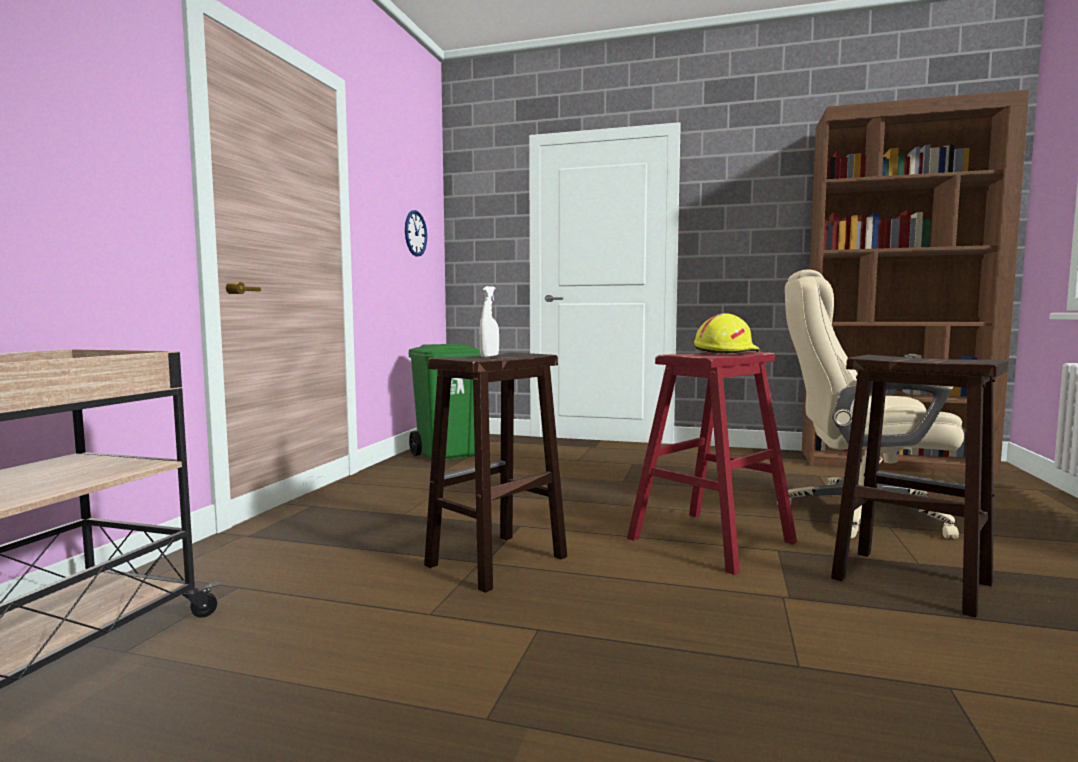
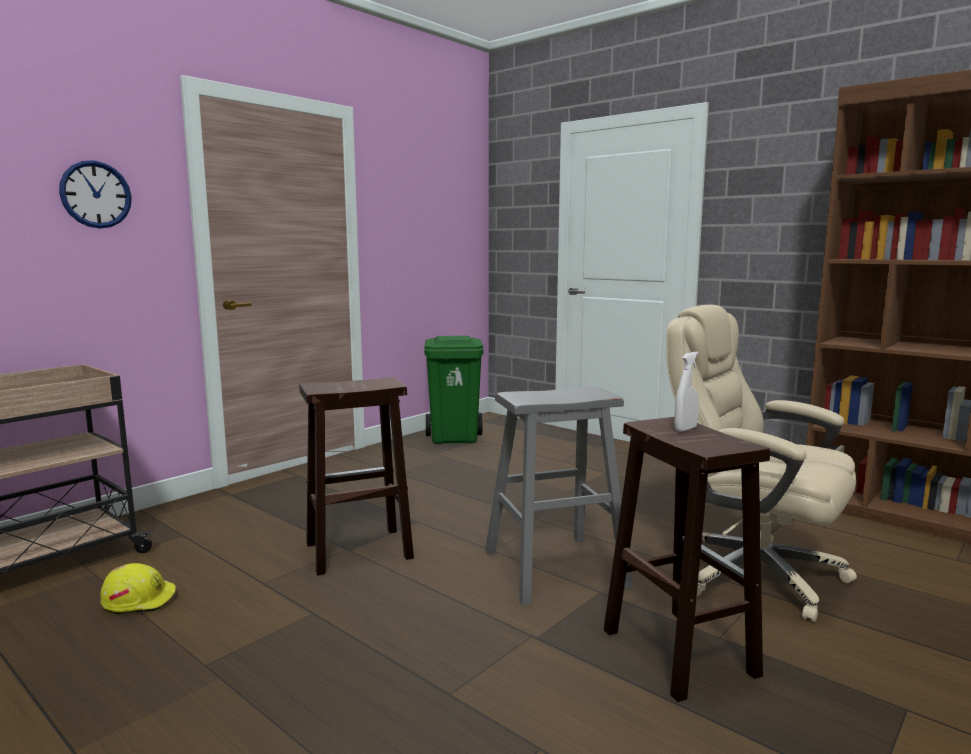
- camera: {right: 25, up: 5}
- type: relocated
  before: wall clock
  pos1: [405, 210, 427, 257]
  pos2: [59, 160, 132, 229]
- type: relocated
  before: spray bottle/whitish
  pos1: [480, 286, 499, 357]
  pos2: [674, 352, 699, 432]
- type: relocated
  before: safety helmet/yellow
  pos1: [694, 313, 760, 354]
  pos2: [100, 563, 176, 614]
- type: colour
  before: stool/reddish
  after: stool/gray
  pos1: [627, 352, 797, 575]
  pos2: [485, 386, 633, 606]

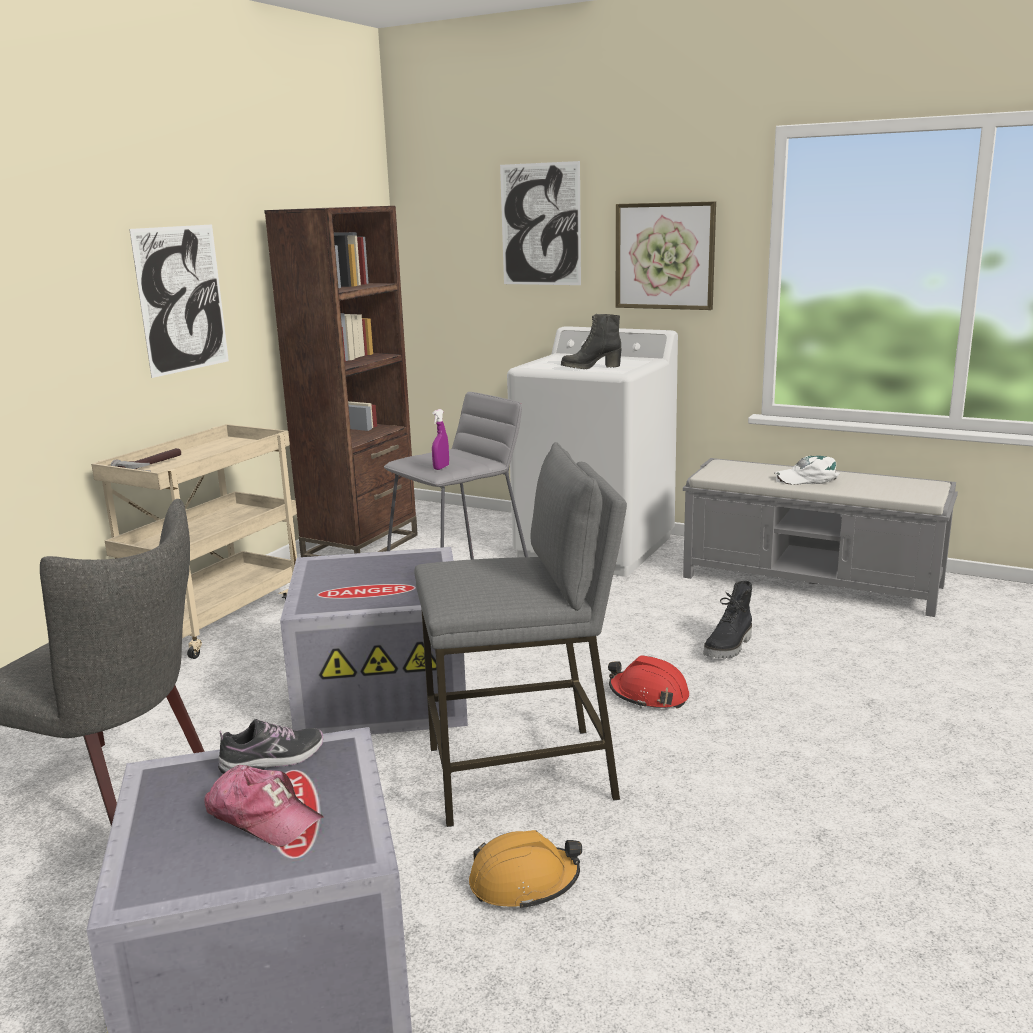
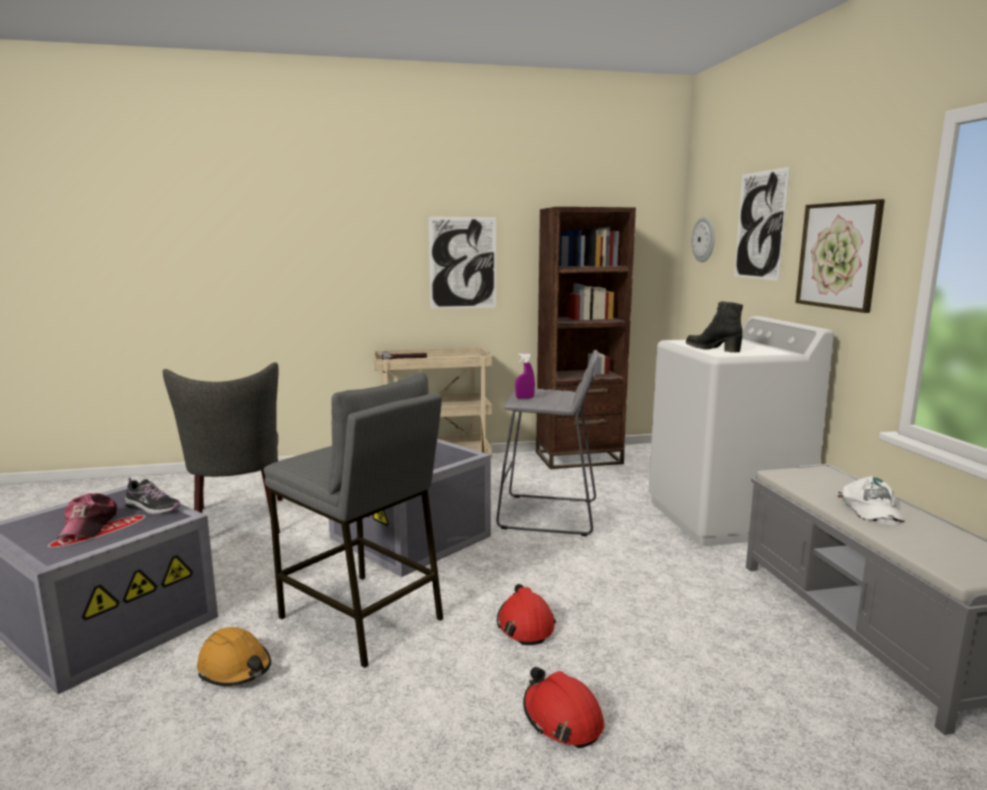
- camera: {right: 50, up: -5}
- type: spun
  before: baseball cap/whitish
  pos1: [775, 456, 840, 485]
  pos2: [836, 476, 905, 525]
  turn: -135
- type: missing
  before: boot/blackish
  pos1: [703, 581, 752, 659]
- type: appeared
  after: wall clock
  pos2: [692, 217, 715, 262]
- type: appeared
  after: safety helmet/reddish
  pos2: [523, 667, 604, 748]

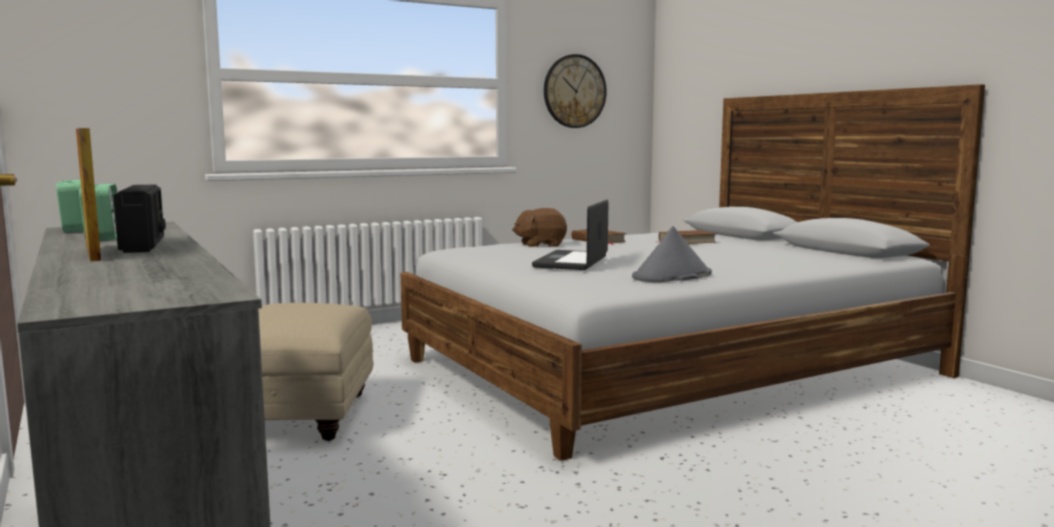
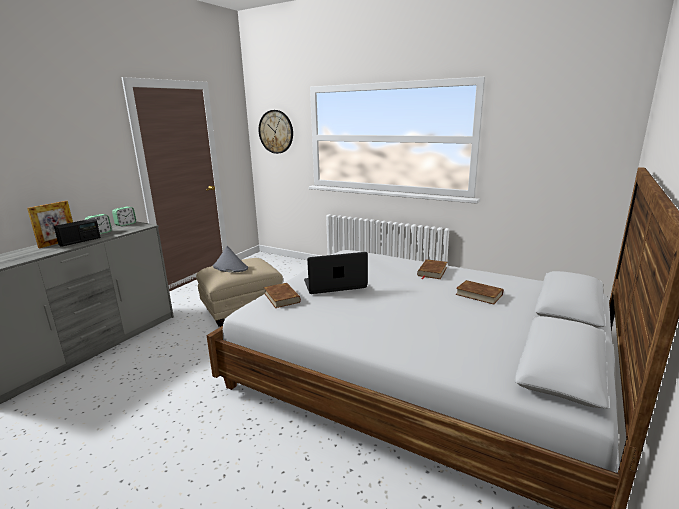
- camera: {right: 60, up: 10}
- type: relocated
  before: wall clock
  pos1: [544, 54, 607, 128]
  pos2: [259, 110, 293, 154]
- type: missing
  before: cuddly toy/brownish
  pos1: [512, 208, 567, 247]
- type: relocated
  before: wearable hat/gray
  pos1: [632, 226, 712, 282]
  pos2: [213, 246, 248, 273]
- type: appeared
  after: book/brownish
  pos2: [264, 283, 301, 308]

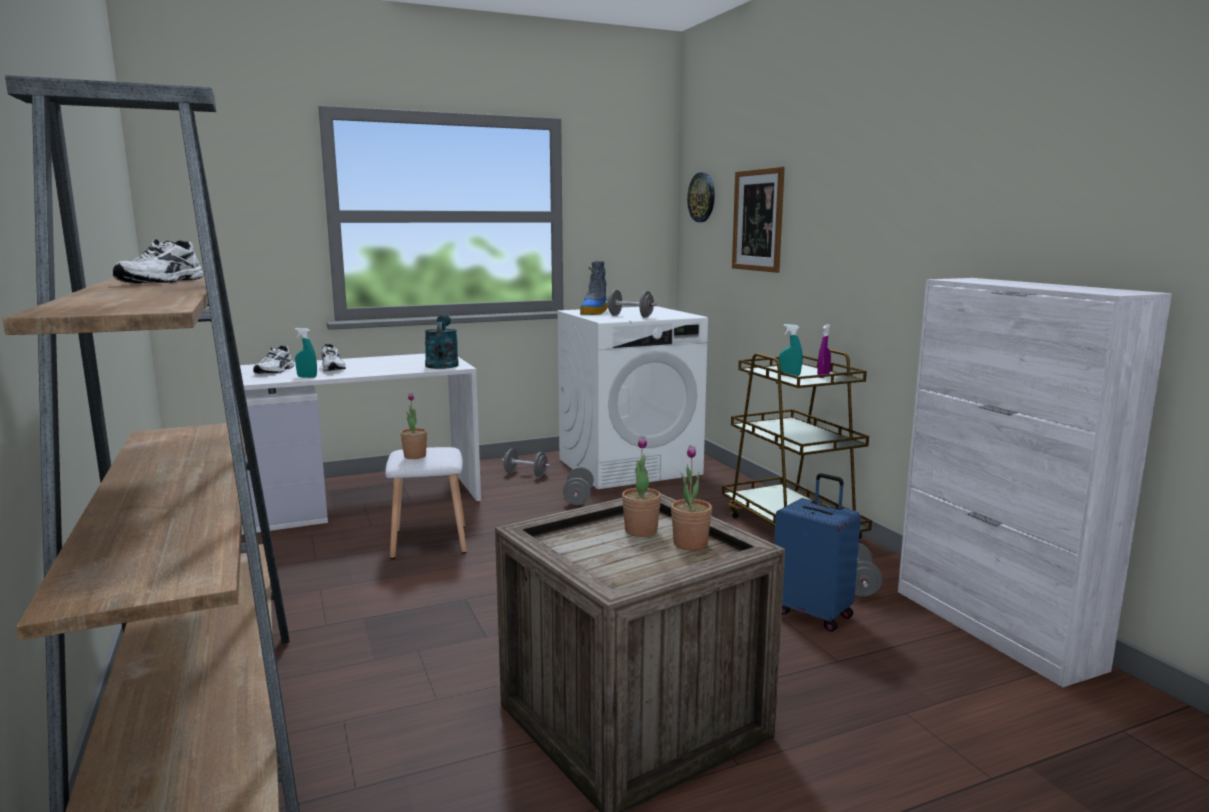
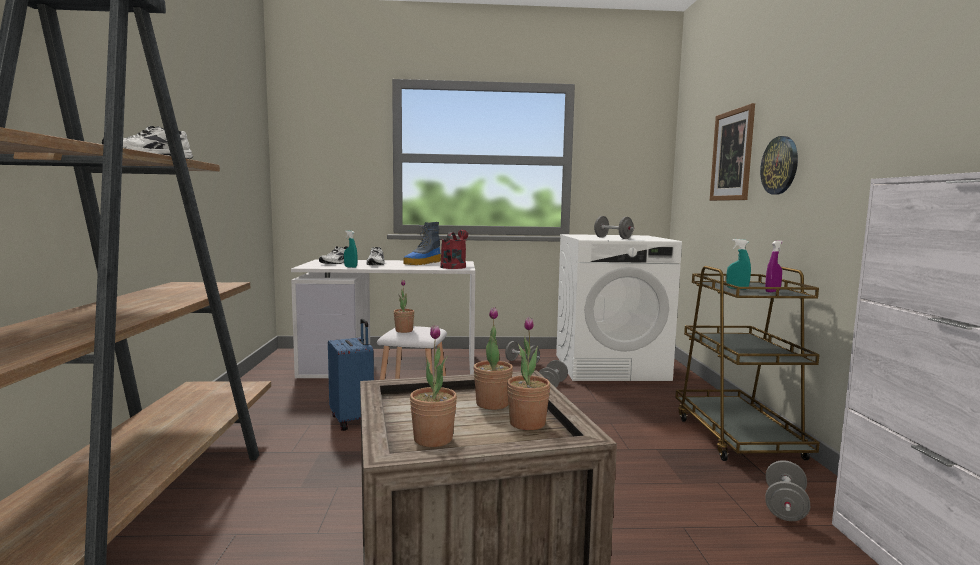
- camera: {right: 20, up: -5}
- type: relocated
  before: wall clock
  pos1: [687, 172, 715, 222]
  pos2: [760, 136, 798, 194]
- type: relocated
  before: boot
  pos1: [580, 261, 608, 315]
  pos2: [403, 222, 441, 265]
- type: colour
  before: sprinkling can/turquoise
  after: sprinkling can/reddish
  pos1: [425, 314, 459, 369]
  pos2: [440, 230, 468, 269]
- type: relocated
  before: piece of luggage/bluish
  pos1: [774, 473, 861, 632]
  pos2: [328, 319, 374, 431]
- type: appeared
  after: houseplant
  pos2: [410, 325, 457, 447]

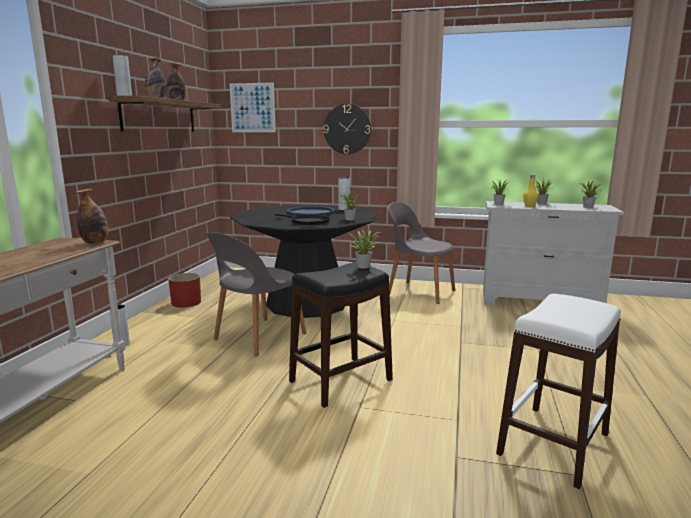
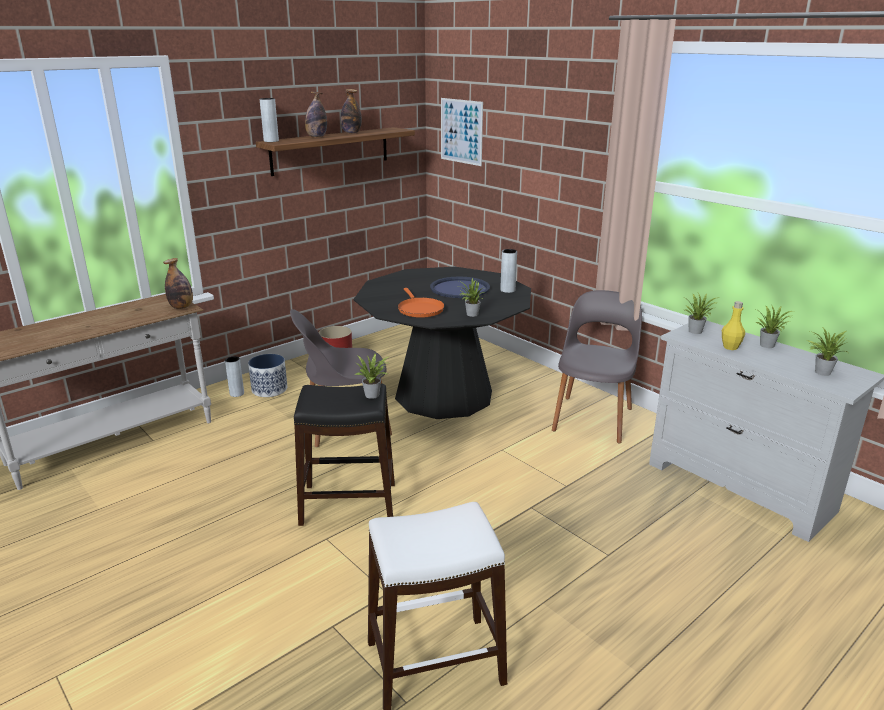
- camera: {right: 35, up: 10}
- type: missing
  before: wall clock
  pos1: [323, 104, 371, 154]
- type: spun
  before: chair/gray
  pos1: [388, 202, 455, 304]
  pos2: [552, 290, 642, 444]
  turn: 45
- type: colour
  before: frying pan/blackish
  after: frying pan/orangey
  pos1: [275, 213, 330, 225]
  pos2: [398, 288, 445, 318]
- type: appeared
  after: plant pot
  pos2: [248, 354, 287, 397]

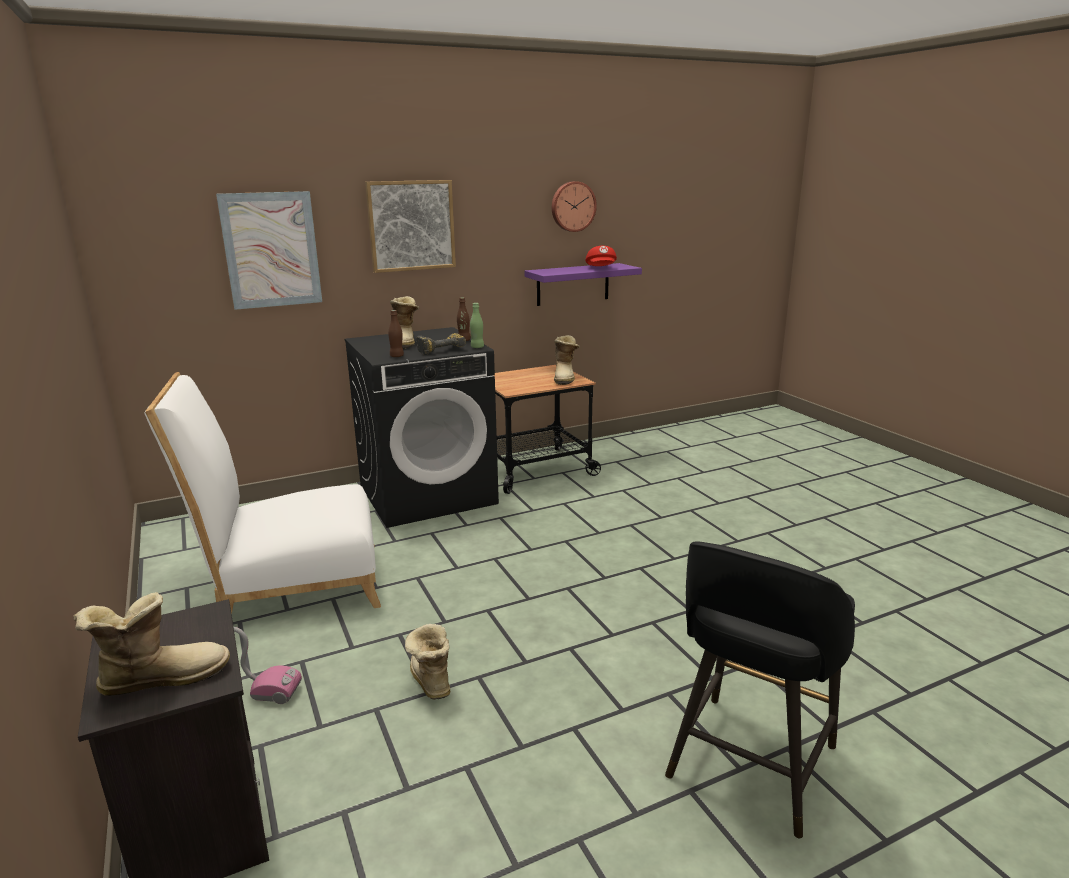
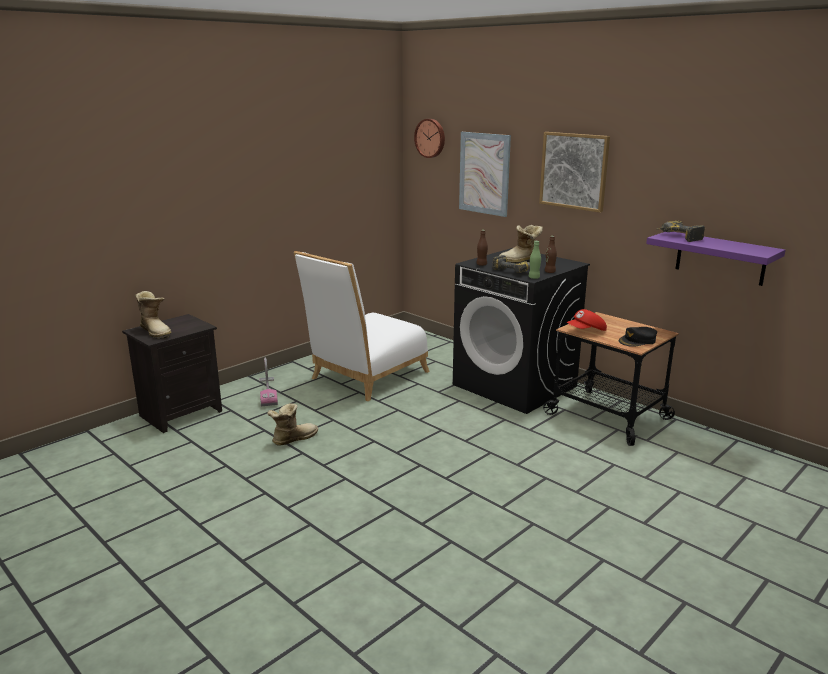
- camera: {right: 70, up: 0}
- type: relocated
  before: wall clock
  pos1: [552, 181, 597, 232]
  pos2: [414, 119, 445, 158]
- type: relocated
  before: baseball cap/reddish
  pos1: [585, 246, 617, 266]
  pos2: [567, 309, 607, 331]
- type: exchanged
  before: boot
  after: baseball cap/blackish
  pos1: [554, 335, 580, 385]
  pos2: [619, 327, 657, 347]
- type: spun
  before: chair/whitish
  pos1: [144, 372, 381, 614]
  pos2: [294, 251, 430, 401]
  turn: -105
- type: missing
  before: stool/blackish
  pos1: [665, 542, 855, 838]
- type: appeared
  after: electric drill
  pos2: [657, 221, 705, 242]

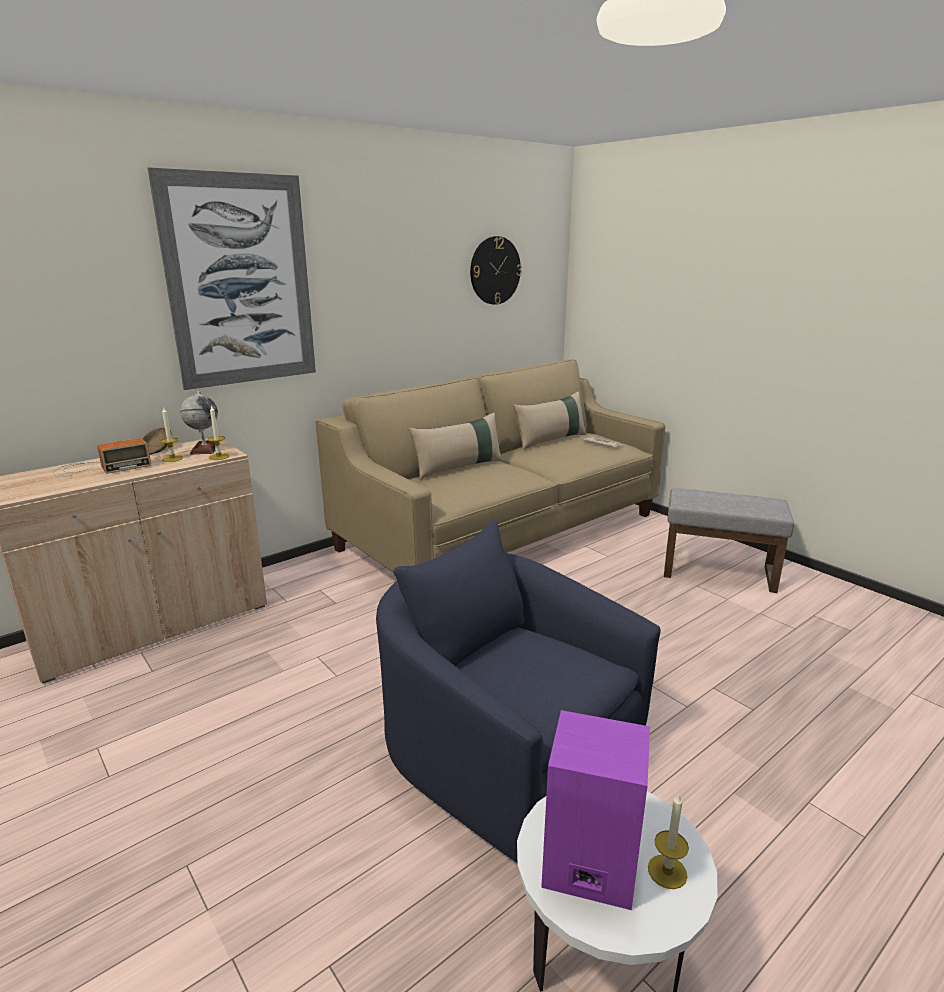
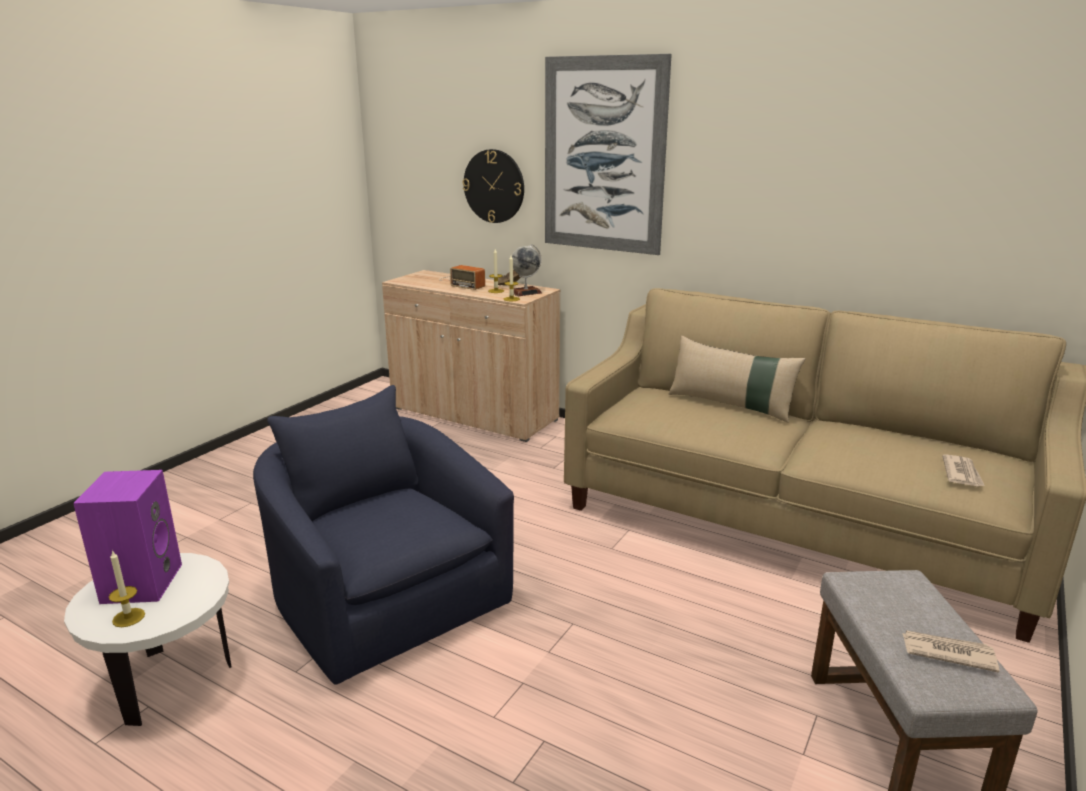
- camera: {right: 70, up: 0}
- type: relocated
  before: wall clock
  pos1: [470, 236, 522, 305]
  pos2: [462, 149, 524, 223]
- type: missing
  before: pillow/beige
  pos1: [513, 391, 586, 450]
- type: spun
  before: easy chair/bluish
  pos1: [376, 520, 661, 863]
  pos2: [253, 385, 514, 685]
  turn: -60
- type: appeared
  after: daily paper
  pos2: [902, 630, 999, 673]

